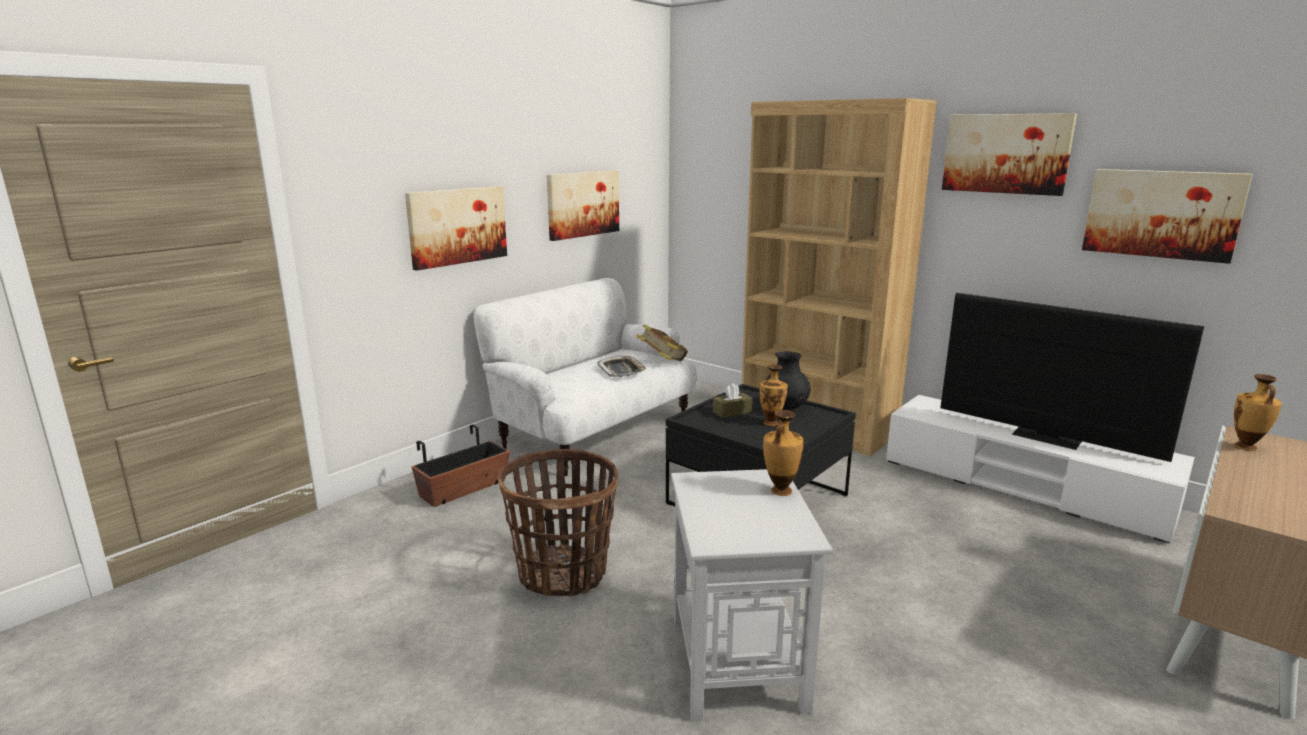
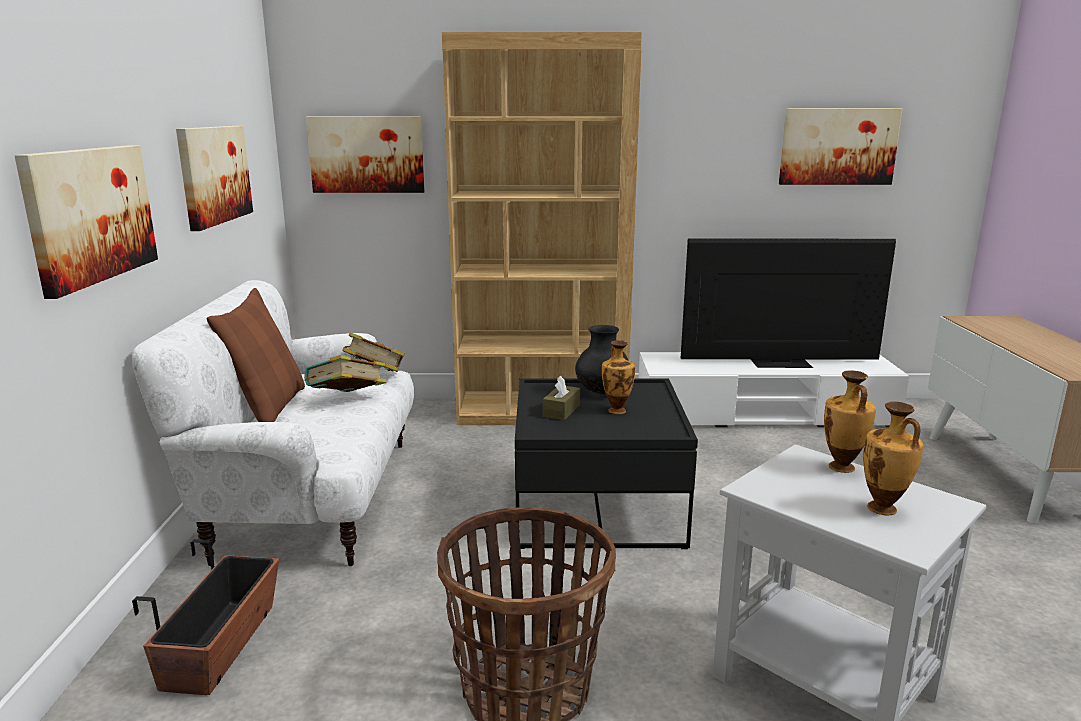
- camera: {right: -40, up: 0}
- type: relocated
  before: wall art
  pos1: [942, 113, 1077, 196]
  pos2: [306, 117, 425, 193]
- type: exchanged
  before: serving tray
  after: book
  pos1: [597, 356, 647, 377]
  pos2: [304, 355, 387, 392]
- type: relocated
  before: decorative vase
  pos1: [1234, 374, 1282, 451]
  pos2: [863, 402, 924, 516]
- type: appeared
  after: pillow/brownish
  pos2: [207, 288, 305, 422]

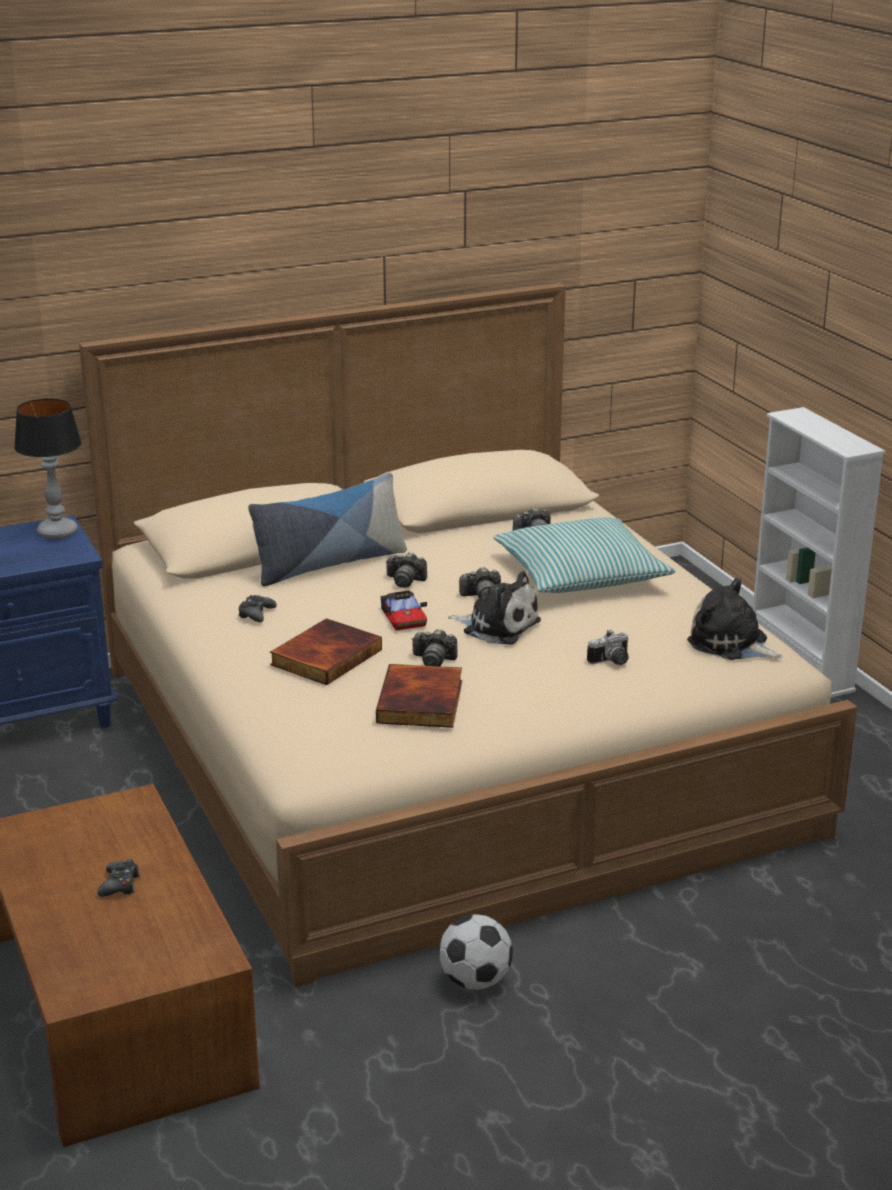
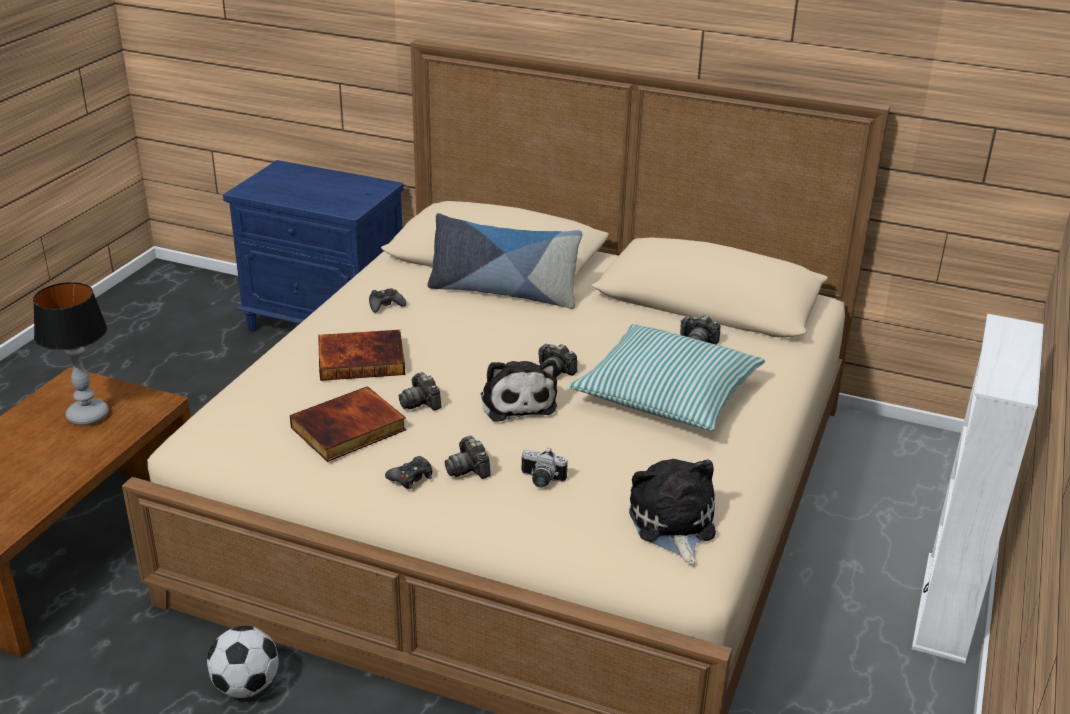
- camera: {right: 45, up: 5}
- type: relocated
  before: tabletop lamp
  pos1: [14, 398, 82, 539]
  pos2: [33, 282, 109, 426]
- type: relocated
  before: photo camera
  pos1: [386, 552, 427, 588]
  pos2: [445, 436, 491, 479]
- type: missing
  before: toy car
  pos1: [381, 591, 427, 630]
- type: relocated
  before: joypad/blackish
  pos1: [97, 859, 140, 897]
  pos2: [385, 456, 432, 489]

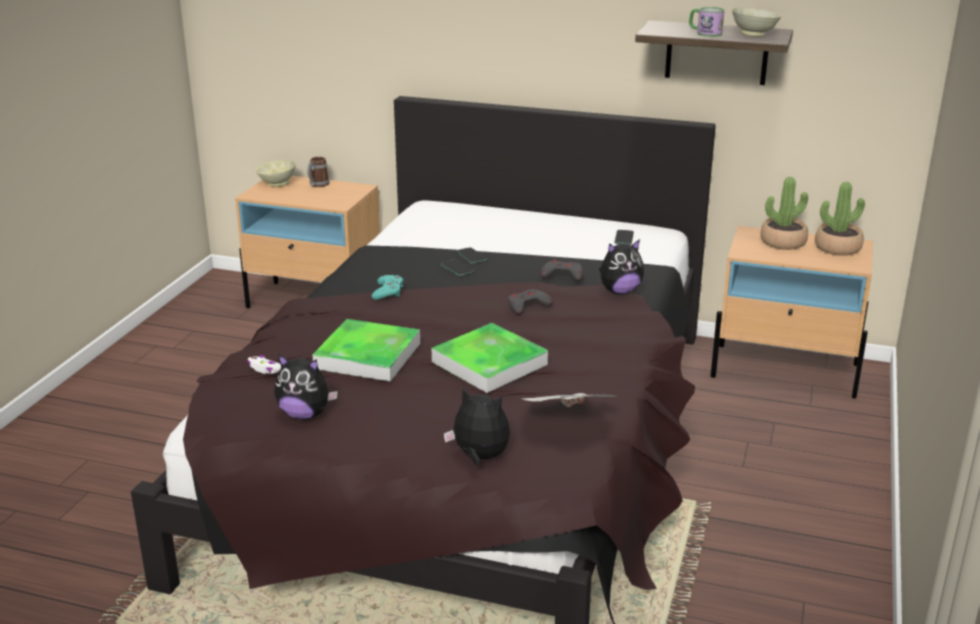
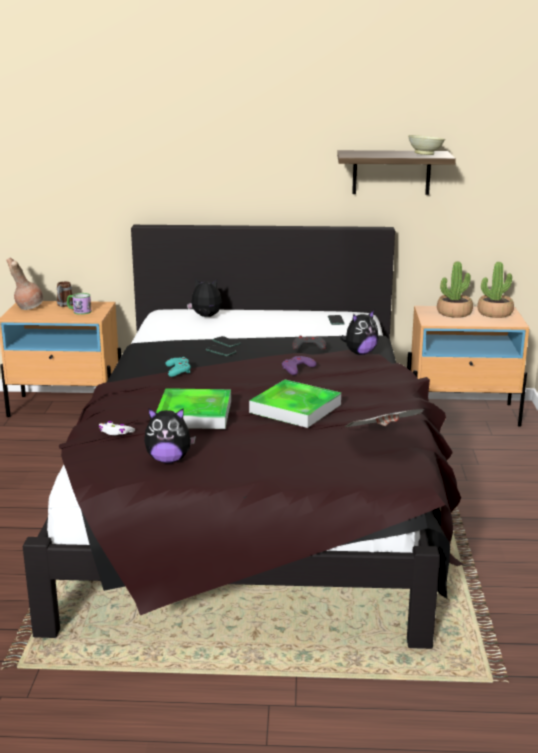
- camera: {right: -15, up: -5}
- type: relocated
  before: coffee mug
  pos1: [689, 7, 724, 37]
  pos2: [67, 293, 91, 315]
- type: exchanged
  before: deep dish/beige
  after: decorative vase/brownish
  pos1: [256, 160, 296, 187]
  pos2: [6, 258, 44, 310]
- type: colour
  before: joypad/gray
  after: joypad/purple-coloured
  pos1: [508, 289, 553, 315]
  pos2: [282, 356, 317, 375]
- type: relocated
  before: cuddly toy
  pos1: [443, 387, 510, 465]
  pos2: [187, 278, 222, 317]

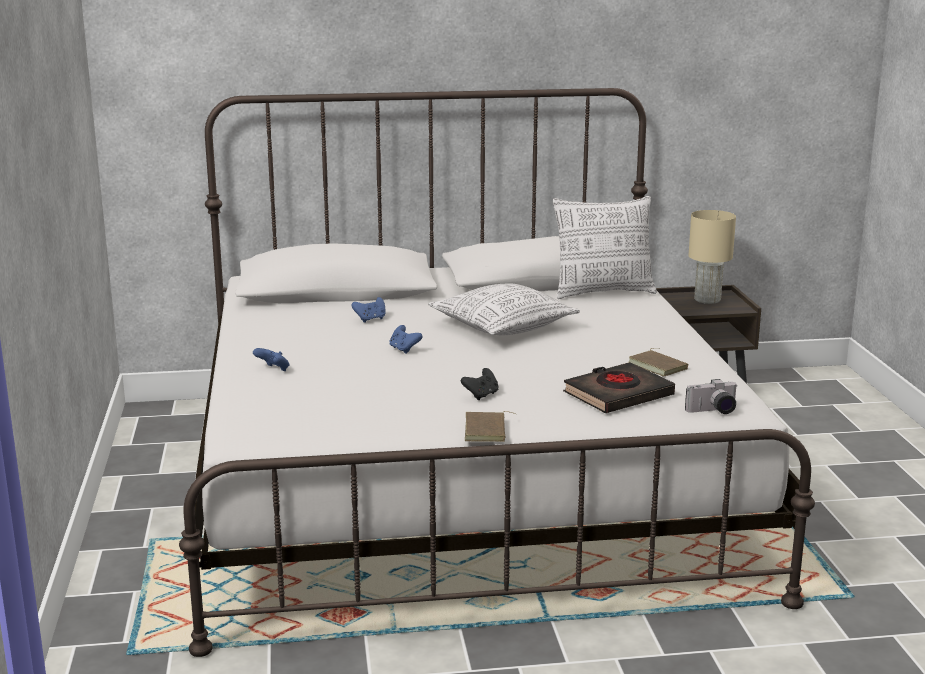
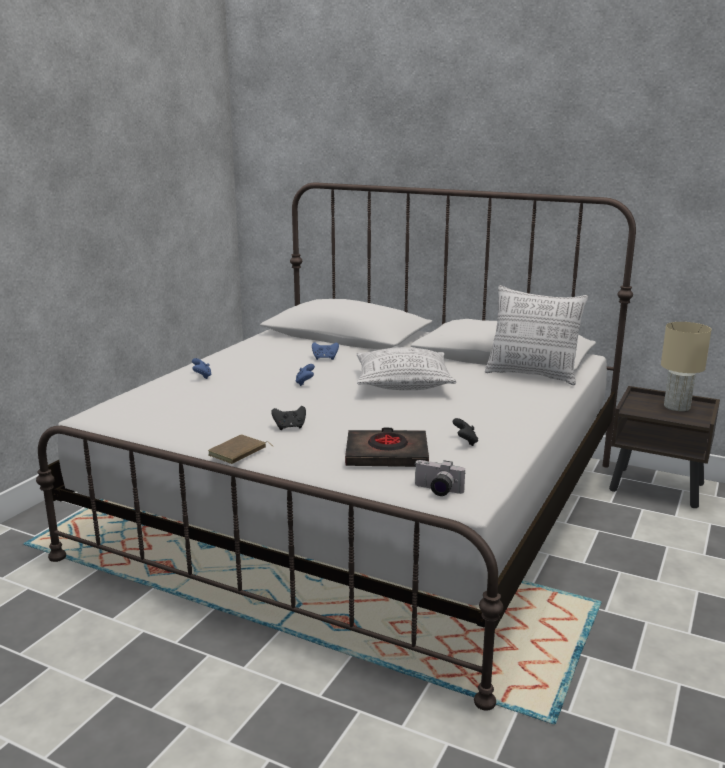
- camera: {right: 35, up: 0}
- type: exchanged
  before: book/brownish
  after: joypad/blackish
  pos1: [628, 348, 688, 377]
  pos2: [452, 418, 478, 446]

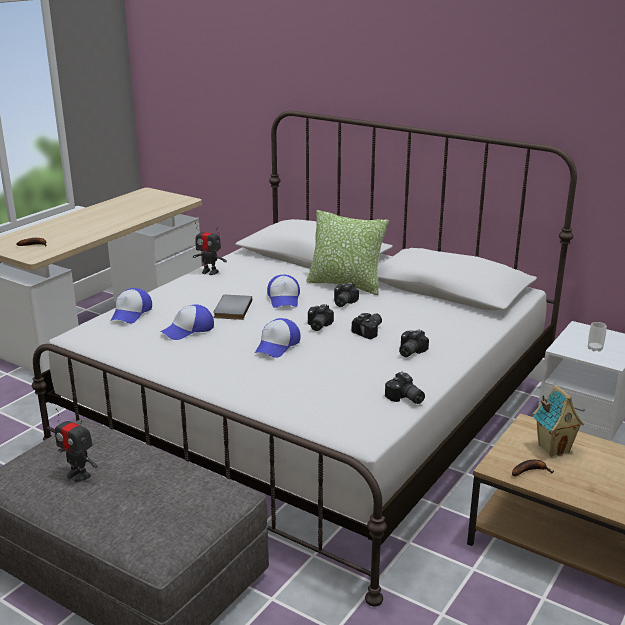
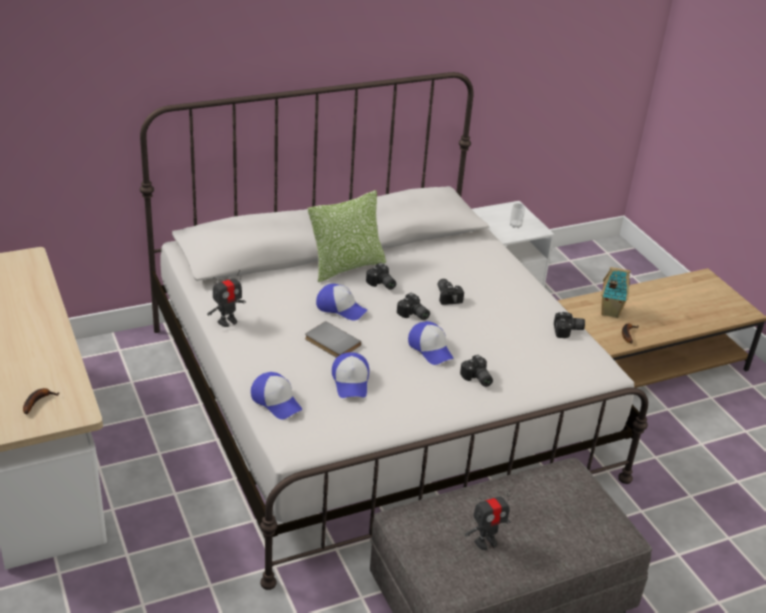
- camera: {right: -60, up: 10}
- type: relocated
  before: photo camera
  pos1: [399, 329, 429, 357]
  pos2: [460, 355, 493, 387]

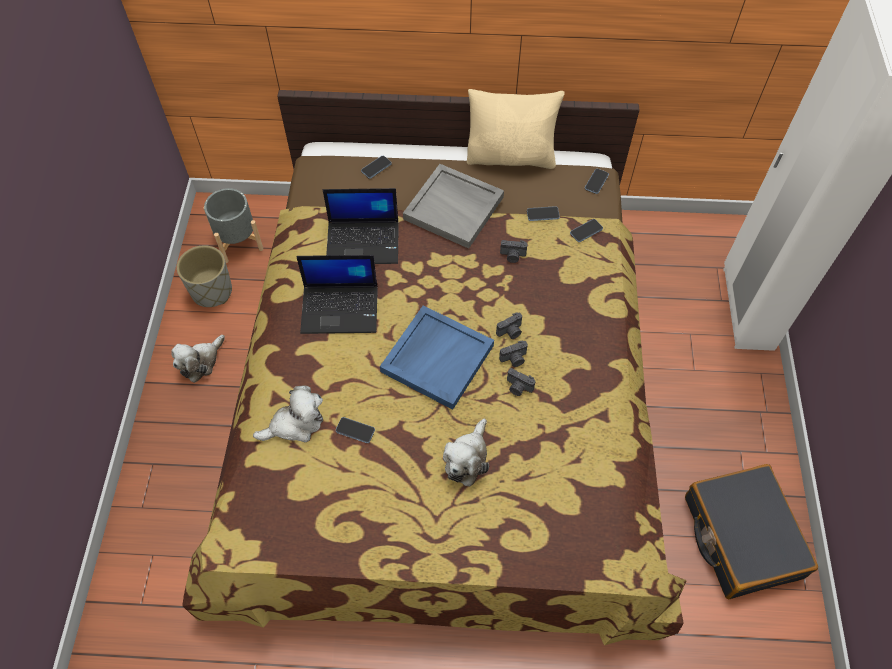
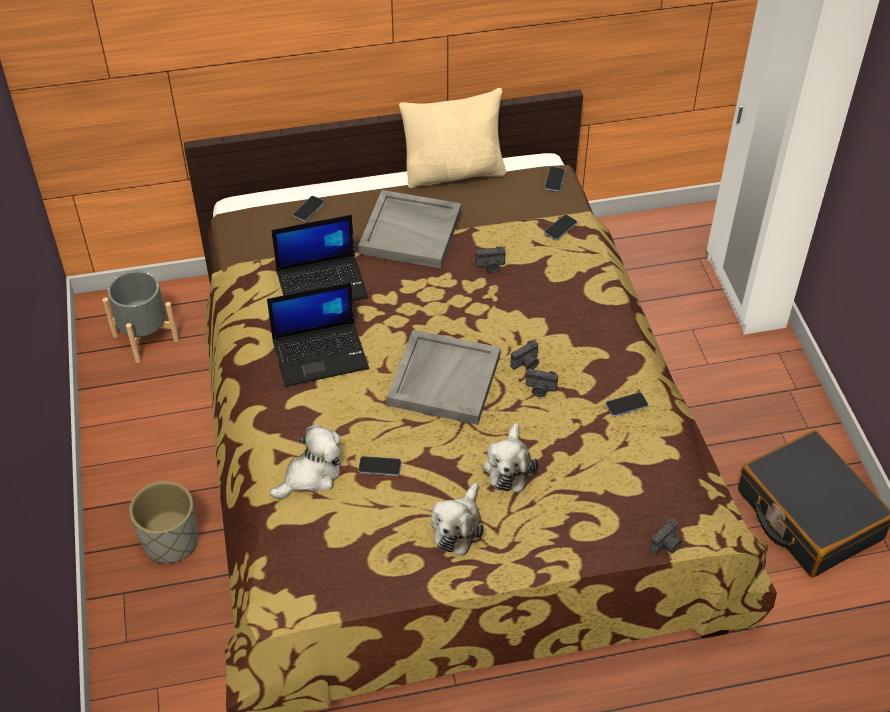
- camera: {right: -15, up: -10}
- type: relocated
  before: phone
  pos1: [527, 206, 560, 221]
  pos2: [606, 392, 648, 417]
- type: relocated
  before: plant pot/gray
  pos1: [177, 245, 232, 307]
  pos2: [129, 481, 198, 563]
- type: colour
  before: serving tray/bluish
  after: serving tray/gray
  pos1: [380, 305, 494, 410]
  pos2: [387, 330, 501, 425]
- type: relocated
  before: photo camera
  pos1: [496, 312, 522, 339]
  pos2: [650, 518, 682, 554]
- type: relocated
  before: cuddly toy
  pos1: [171, 335, 225, 383]
  pos2: [431, 483, 484, 556]

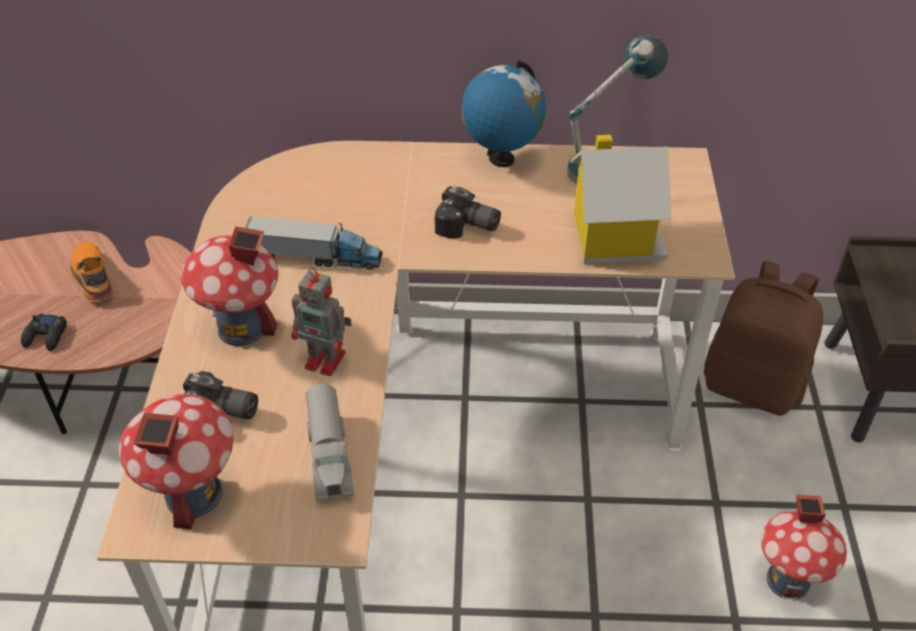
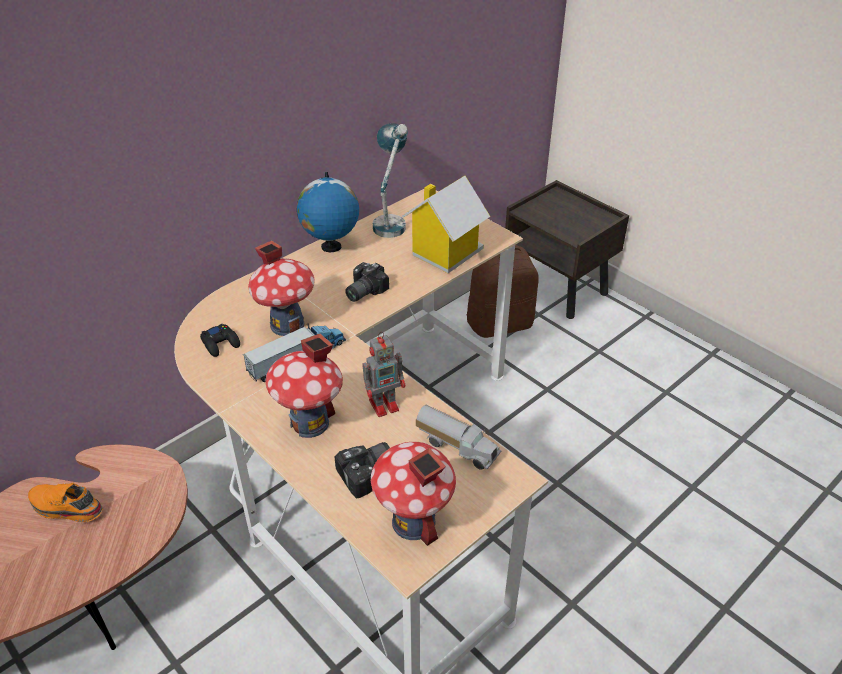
- camera: {right: -45, up: -5}
- type: spun
  before: photo camera
  pos1: [435, 186, 501, 239]
  pos2: [345, 262, 389, 302]
  turn: 150
- type: relocated
  before: joypad/blackish
  pos1: [21, 313, 67, 351]
  pos2: [200, 324, 240, 357]
- type: relocated
  before: miniature house
  pos1: [761, 494, 847, 599]
  pos2: [248, 241, 314, 336]

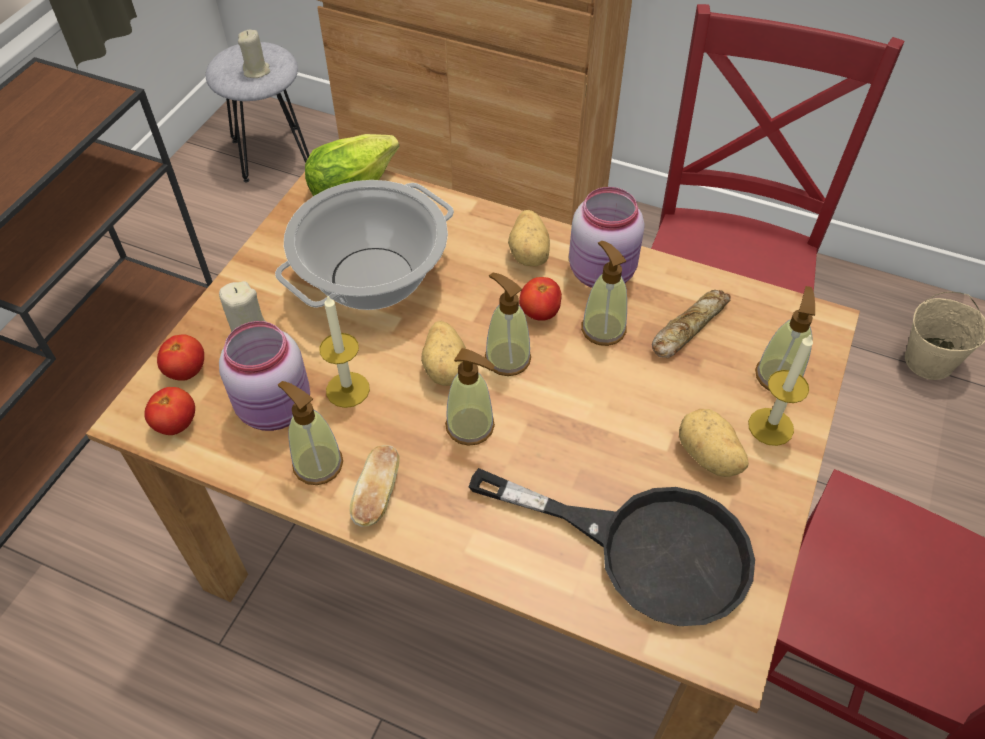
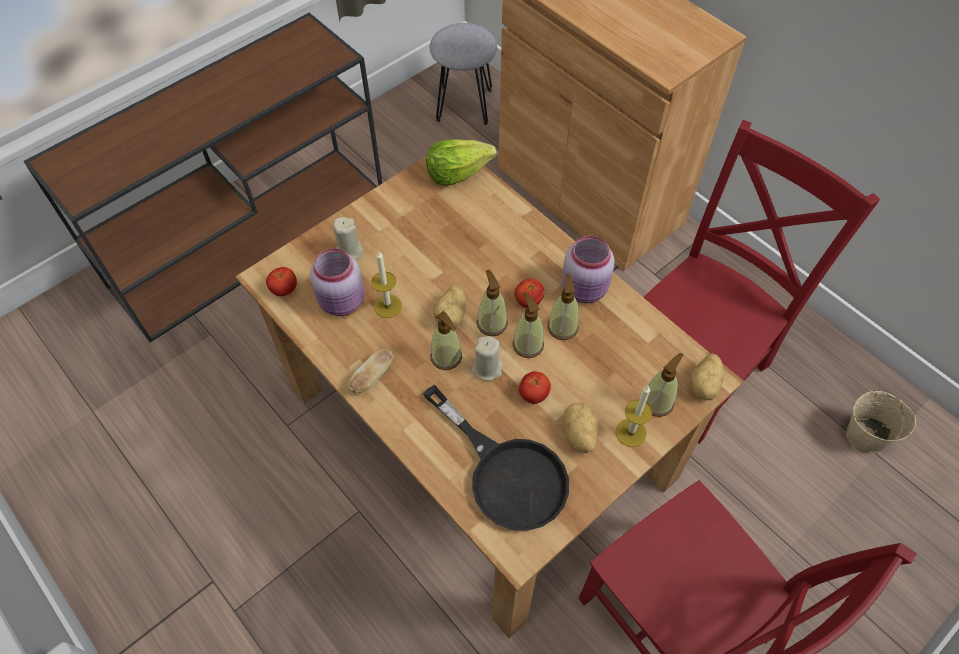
- camera: {right: 25, up: 5}
- type: relocated
  before: wax light/beige
  pos1: [238, 30, 270, 78]
  pos2: [472, 336, 503, 381]
- type: missing
  before: saucepot
  pos1: [275, 180, 454, 310]
- type: relocated
  before: whole potato
  pos1: [508, 210, 550, 267]
  pos2: [690, 353, 724, 400]
- type: missing
  before: bakery bread
  pos1: [652, 290, 731, 358]
- type: relocated
  before: tomato
  pos1: [157, 334, 204, 381]
  pos2: [519, 371, 551, 404]
- type: relocated
  before: soap bottle
  pos1: [278, 381, 343, 485]
  pos2: [512, 292, 544, 358]

